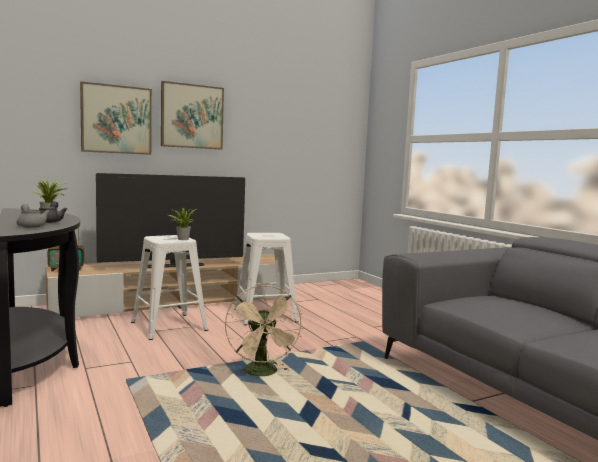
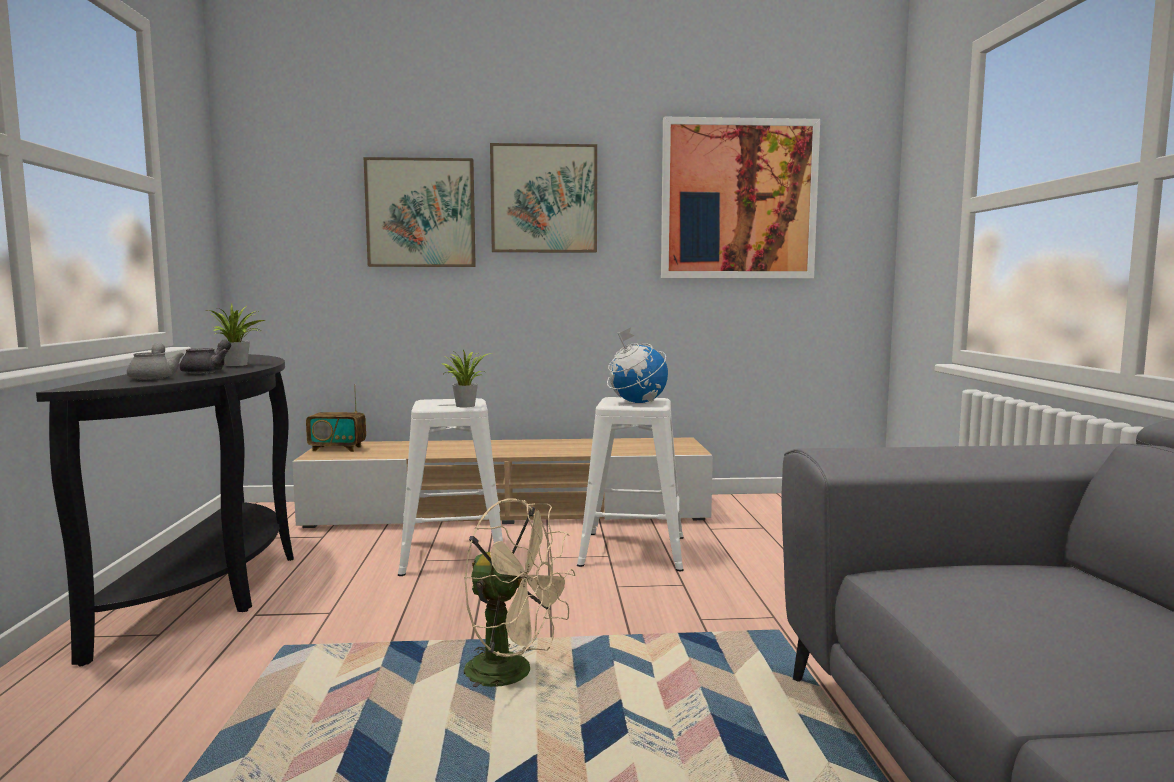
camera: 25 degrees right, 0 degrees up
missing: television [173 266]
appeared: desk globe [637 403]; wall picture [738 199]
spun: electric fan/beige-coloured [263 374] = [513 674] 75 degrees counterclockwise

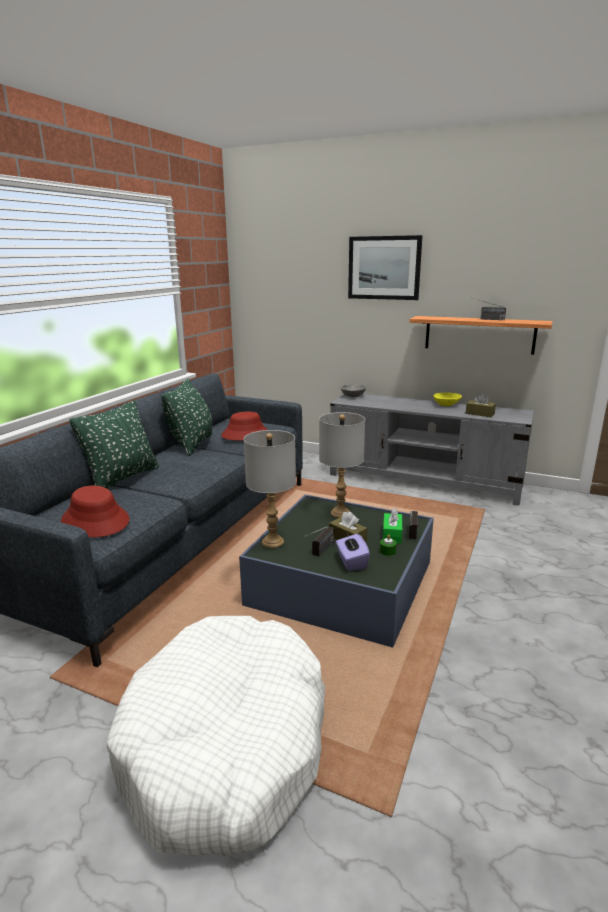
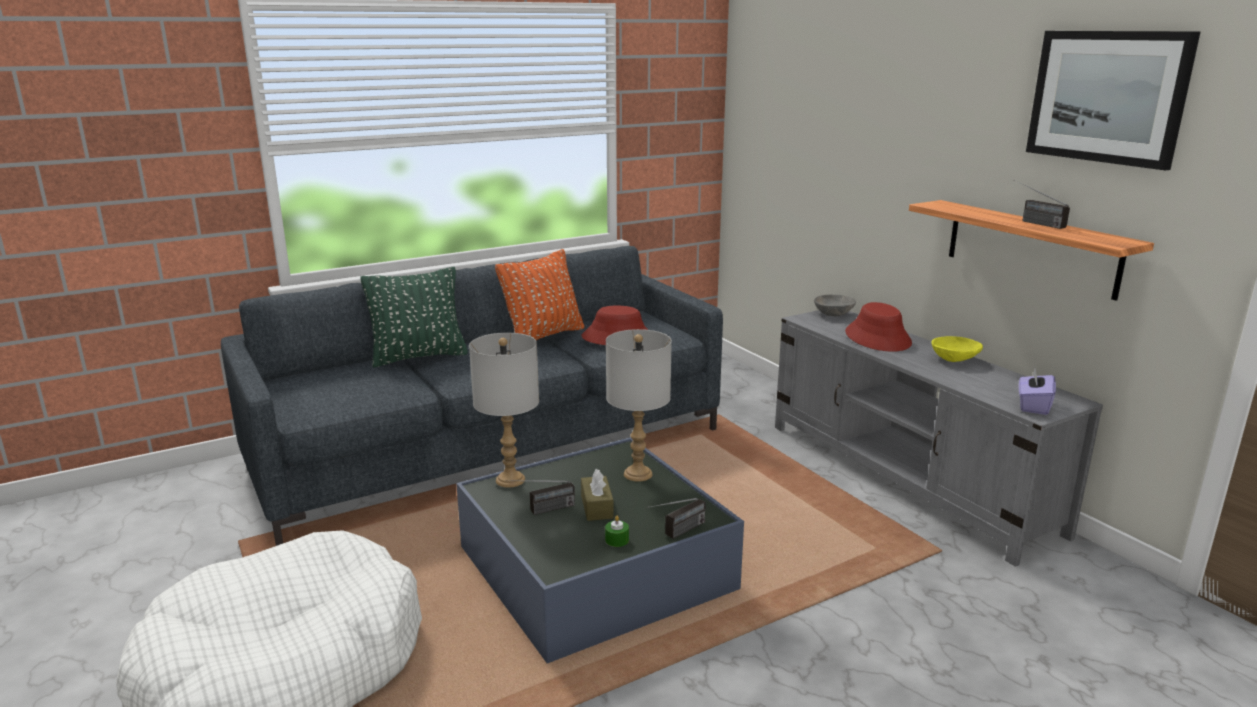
camera: 35 degrees right, 0 degrees up
missing: tissue holder/green [392 534]; tissue holder/brown-coloured [480 414]
relocated: clothing hat/red-coloured [96 521] to [878 338]; tissue holder/purplish [351 562] to [1033 406]; wall picture [384 268] to [1107 97]
colour: throw pillow/green [192 444] to throw pillow/orange-coloured [543 336]

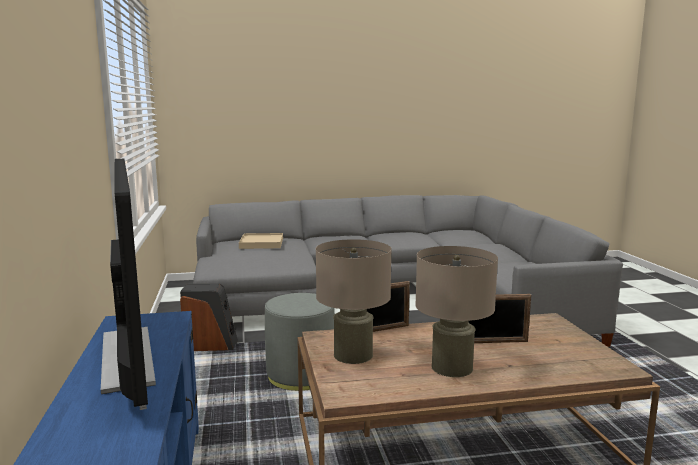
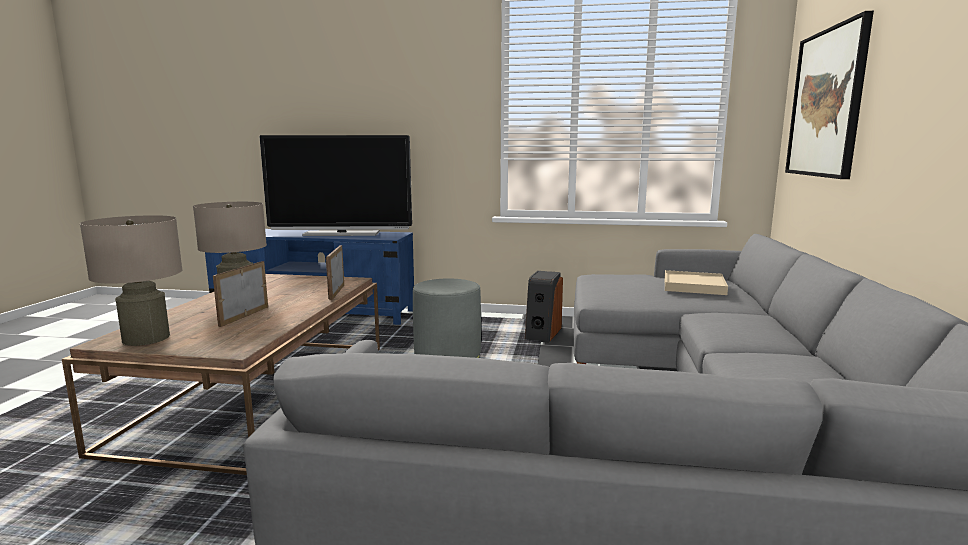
camera: 110 degrees right, 0 degrees up
appeared: wall picture [826 103]
relocated: tabletop lamp/beige-coloured [353 355] to [146 338]

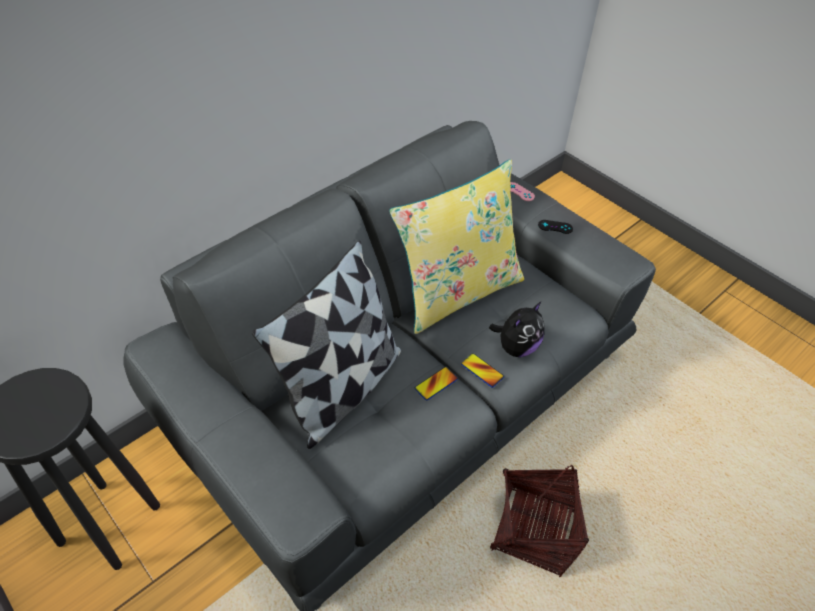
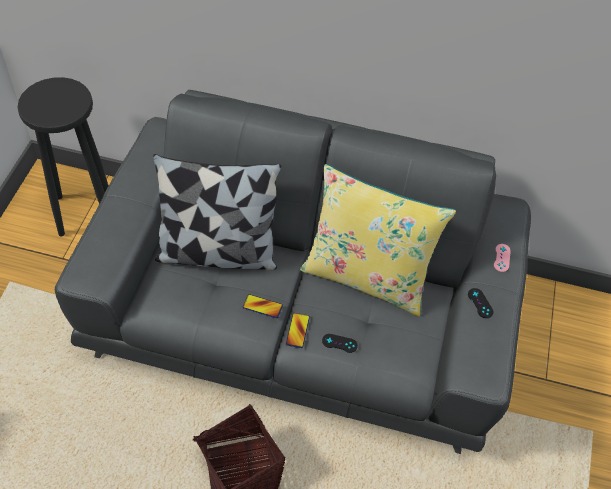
camera: 55 degrees right, 5 degrees up
exchanged: soft toy [516 347] to game controller/black [339 343]

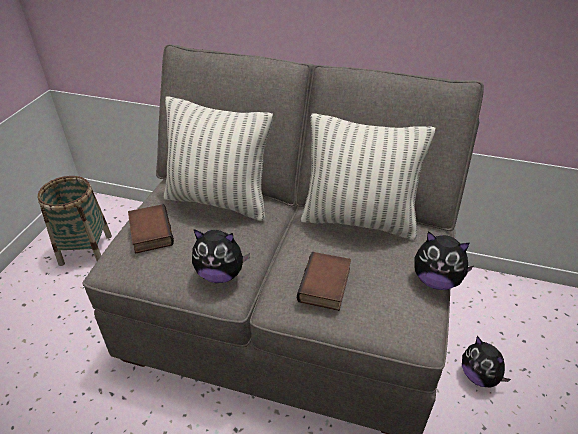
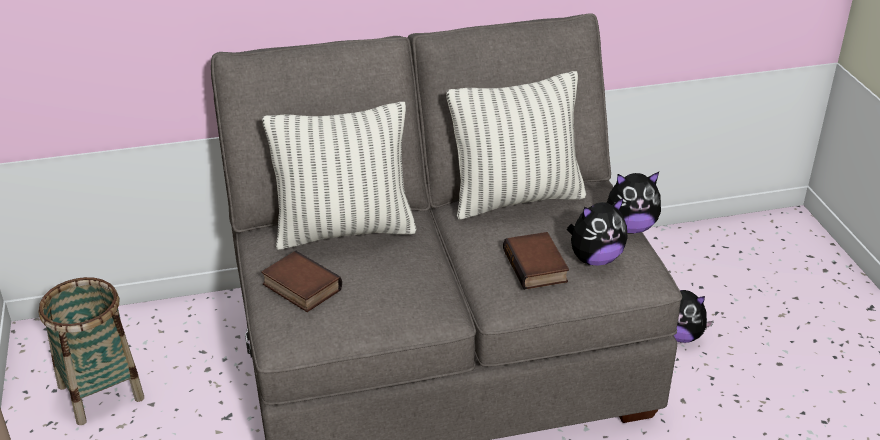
camera: 30 degrees left, 5 degrees down
relocated: soft toy [220 274] to [595 259]

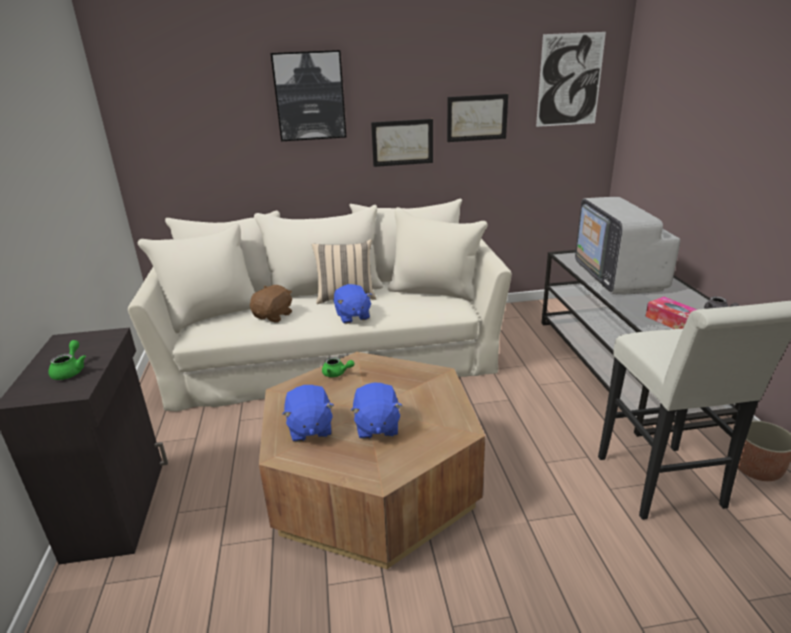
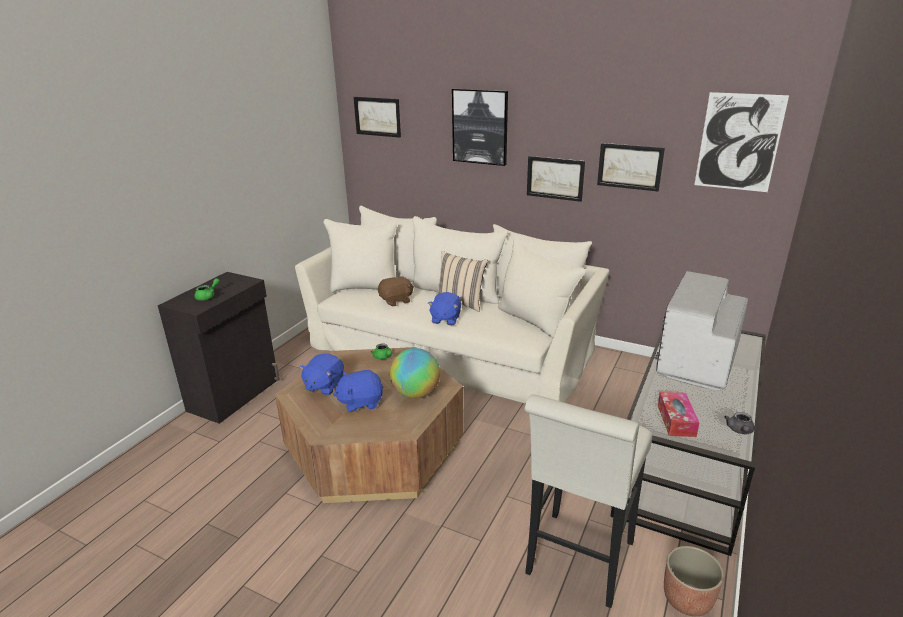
camera: 35 degrees right, 0 degrees up
appeared: wall picture [377 116]; desk globe [416 393]
spun: soft toy/blue-coloured [376 426] = [360 402] 45 degrees clockwise

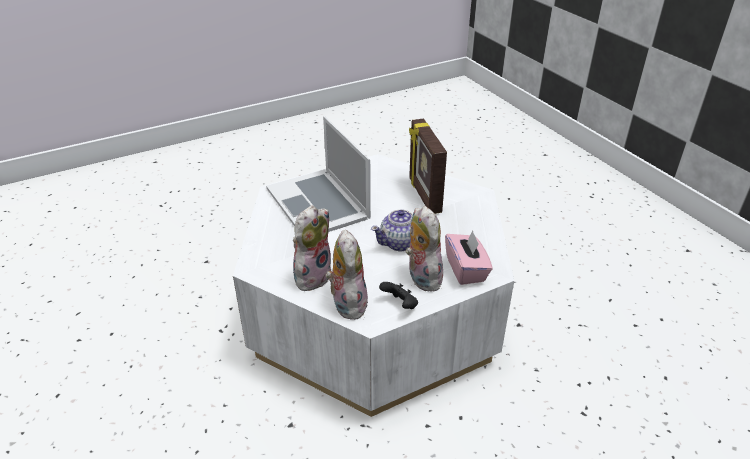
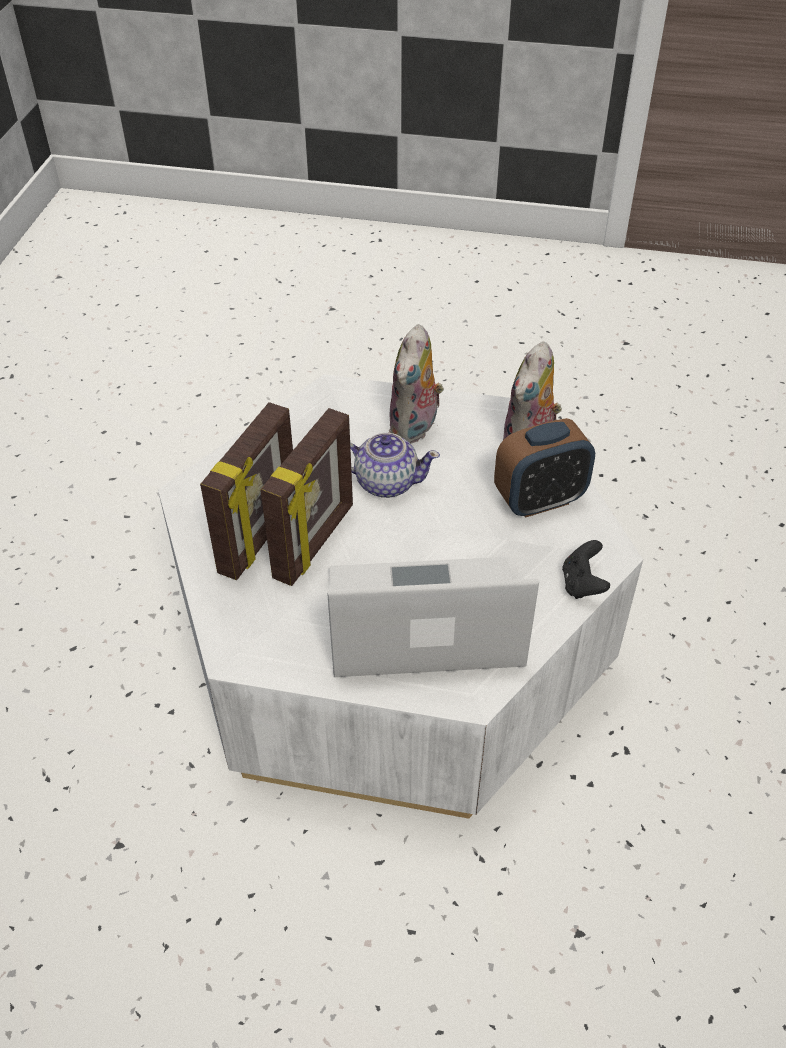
camera: 140 degrees left, 10 degrees up
missing: tissue holder/pinkish [466 270]
appeared: standing frame [316 542]
relocated: game controller/black [400 305] to [582 584]
exchanged: soft toy [312 276] to table clock [539 500]
spun: notebook computer [318 203] = [424 619] 105 degrees counterclockwise

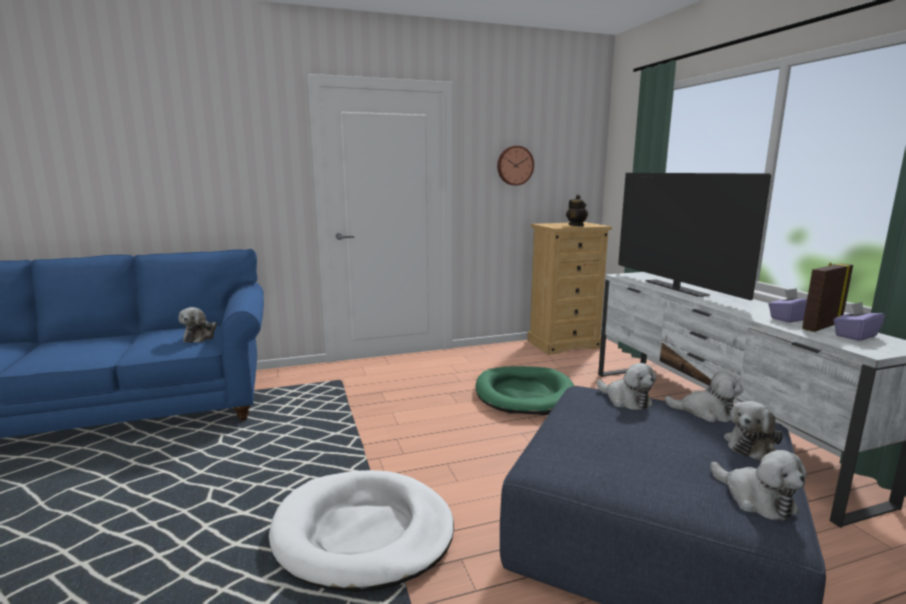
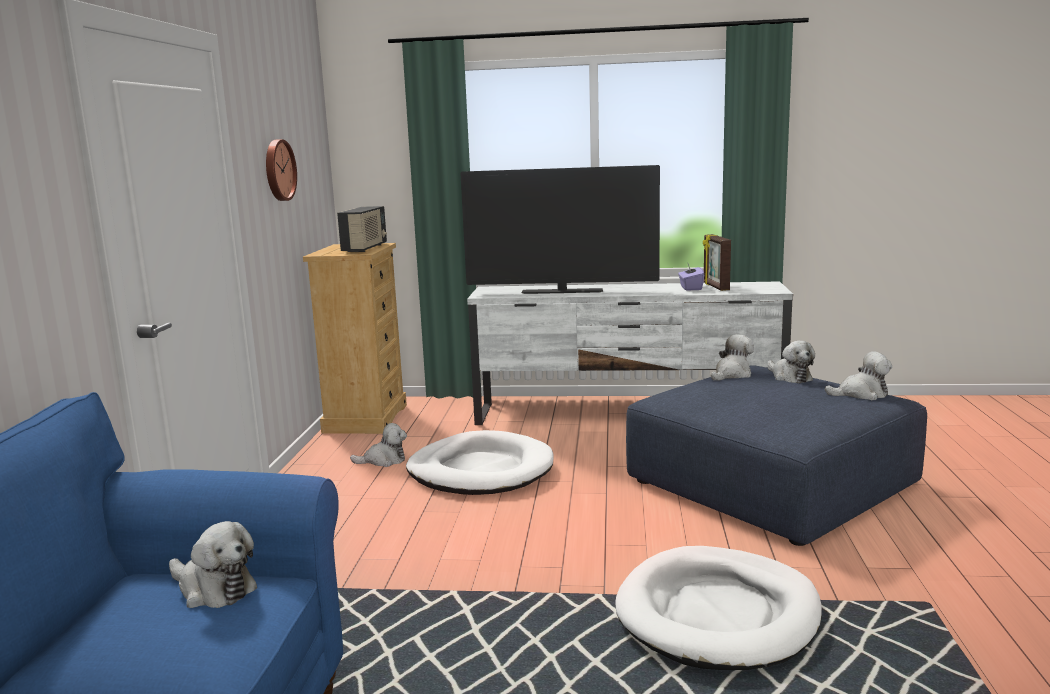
camera: 65 degrees left, 0 degrees up
missing: tissue holder/purplish [855 336]
relocated: soft toy [625 400] to [383 460]
exchanged: tea pot [576 225] to radio set [365 248]
colour: dog bed/green [524 394] to dog bed/white [480 470]

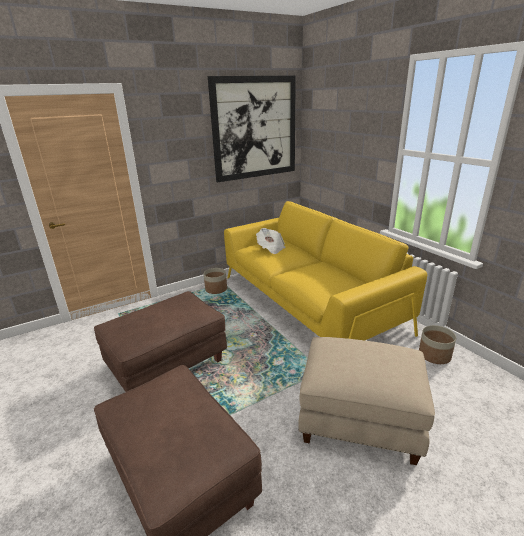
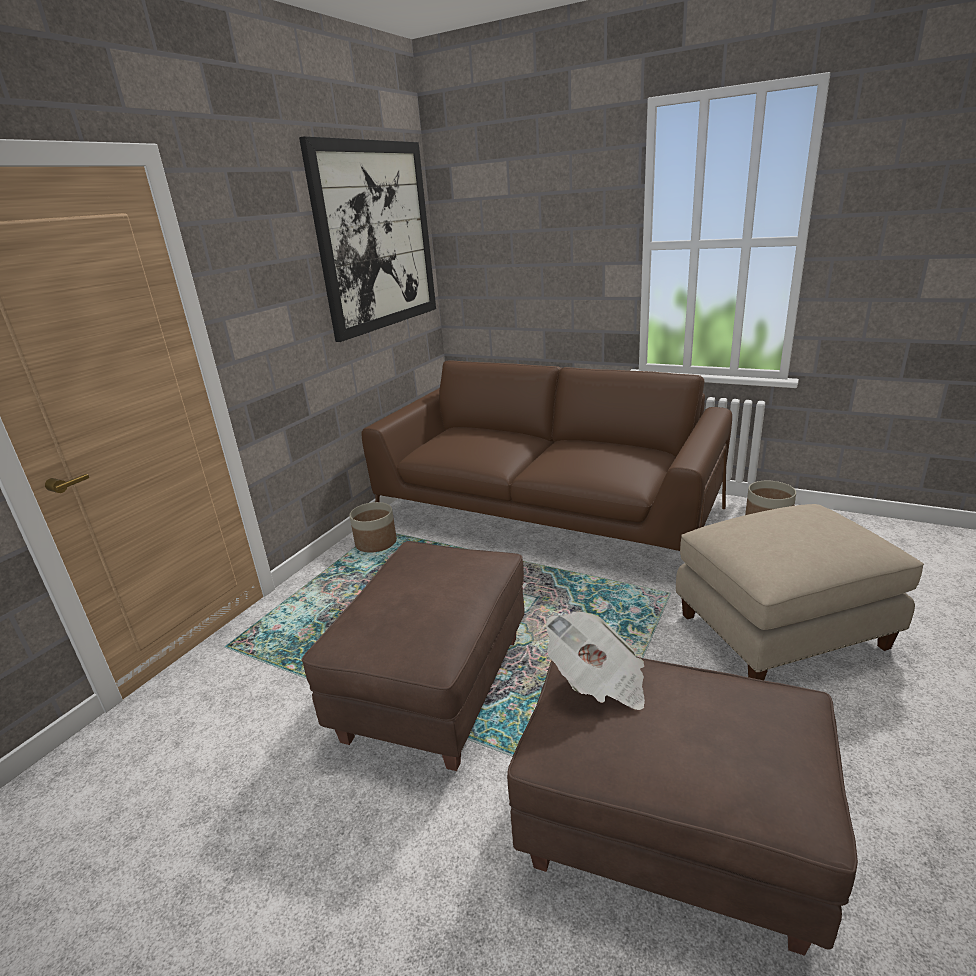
camera: 30 degrees left, 0 degrees up
relocated: printed paper [271 248] to [598 681]
colour: couch/yellow [308 302] to couch/brown-coloured [545 514]

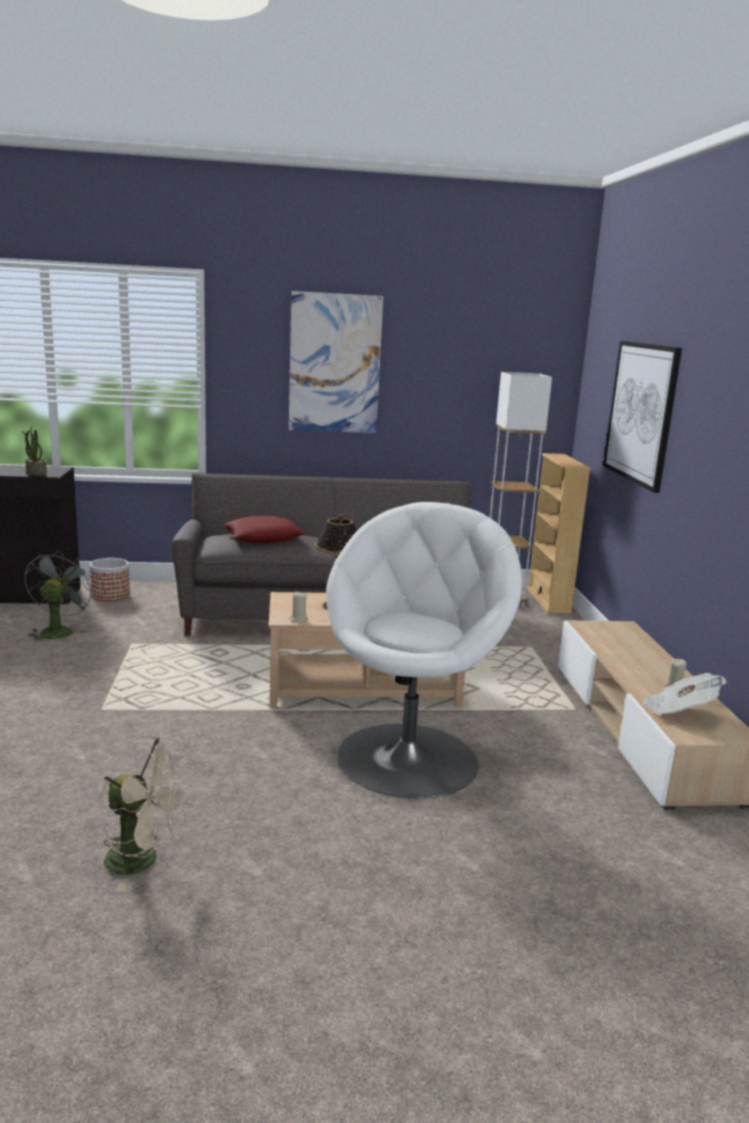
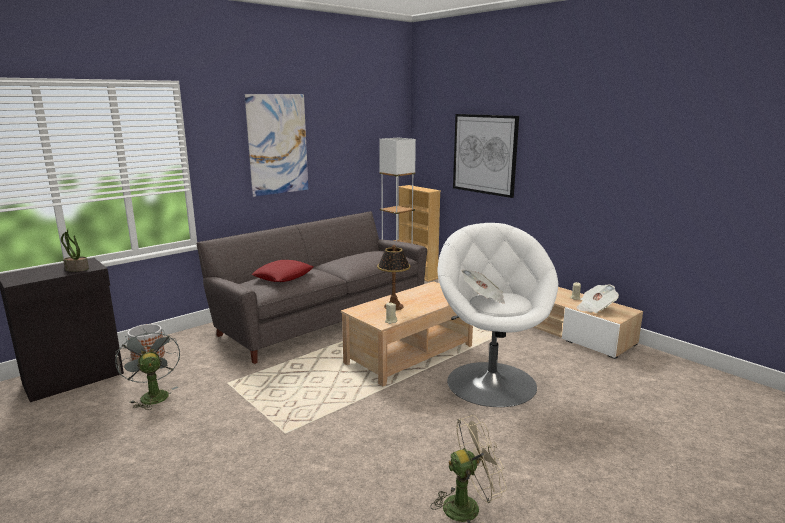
camera: 35 degrees left, 0 degrees up
appeared: printed paper [483 298]

